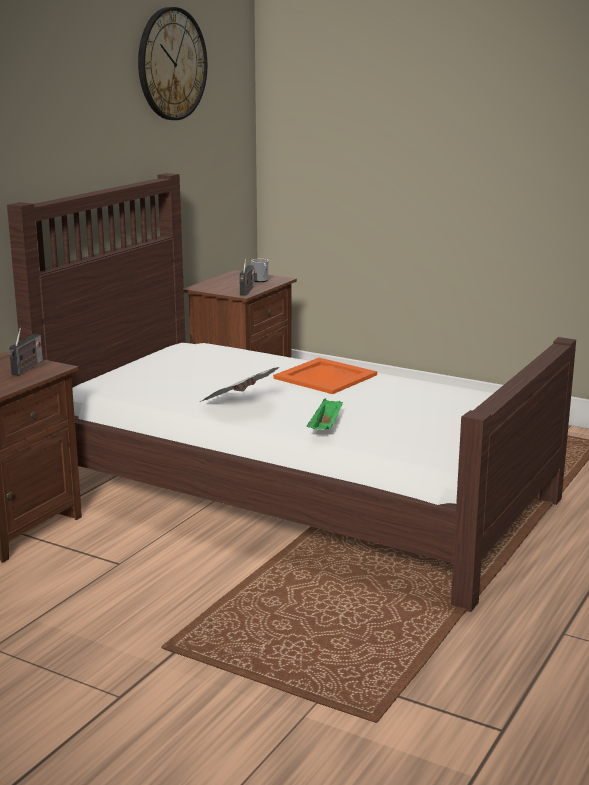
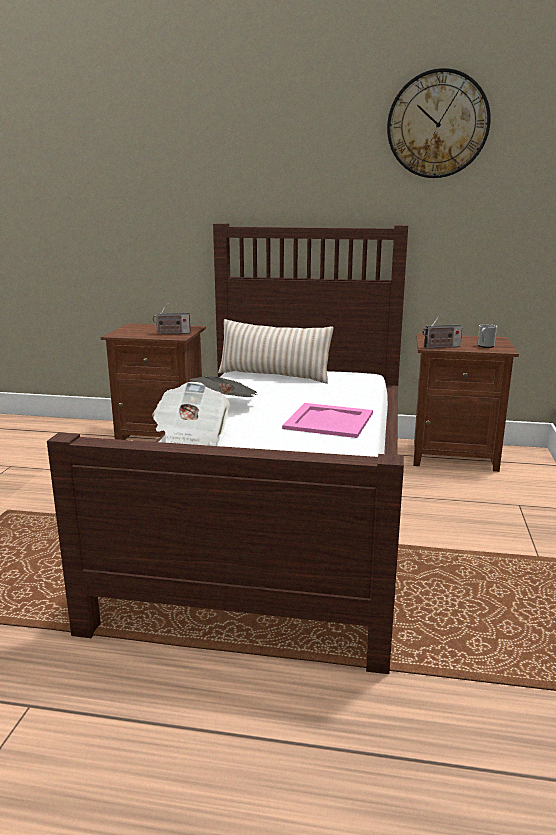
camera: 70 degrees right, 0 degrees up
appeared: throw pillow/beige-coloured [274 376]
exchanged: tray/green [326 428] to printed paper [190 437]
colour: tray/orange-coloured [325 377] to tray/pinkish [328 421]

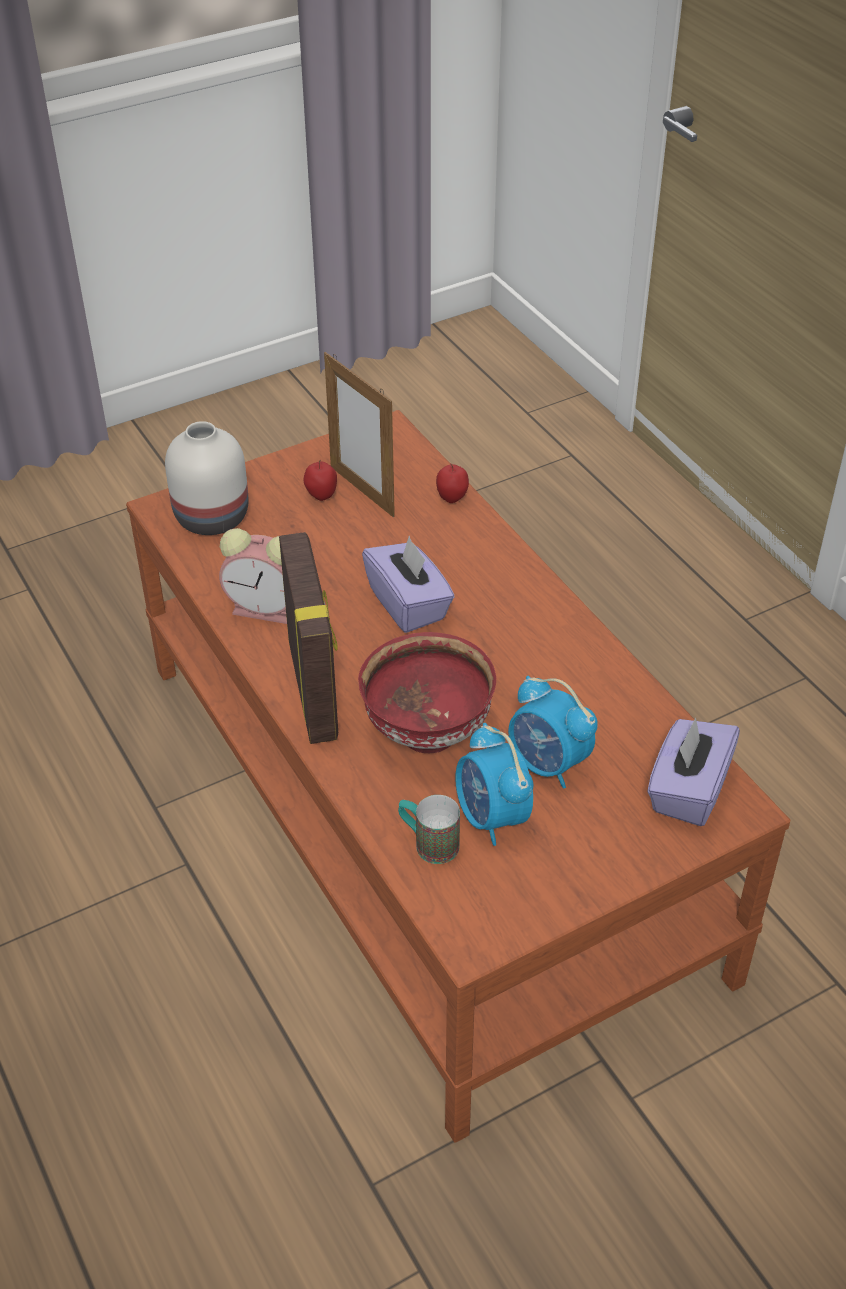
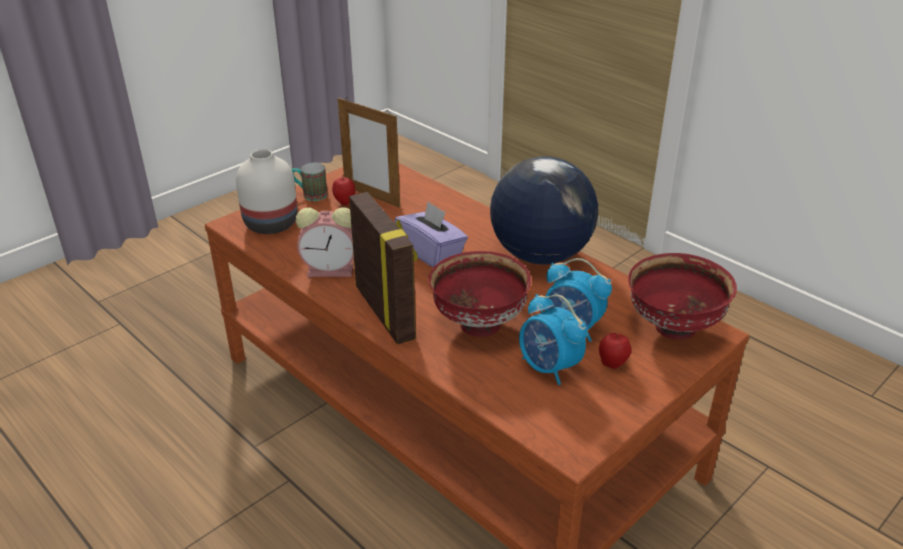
camera: 15 degrees left, 10 degrees down
appeared: desk globe [539 255]
relocated: mug [428 843] to [310 195]; apple fruit [452 499] to [612 364]
exchanged: tissue holder/purplish [687 790] to serving bowl/red-coloured [673 328]

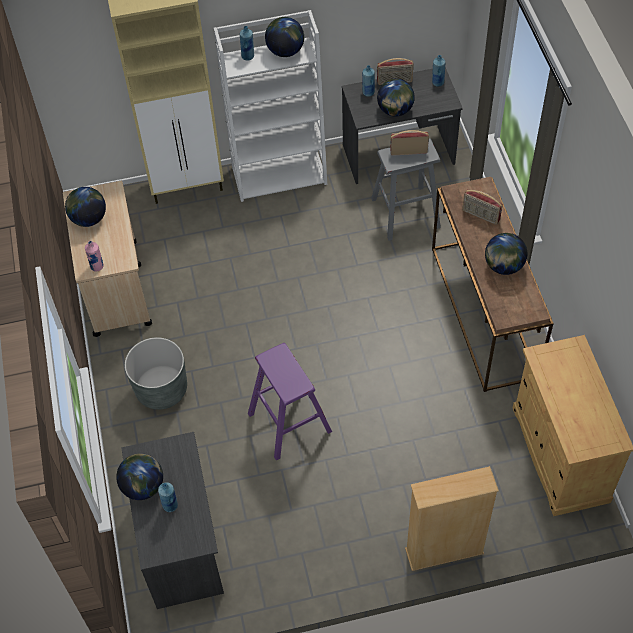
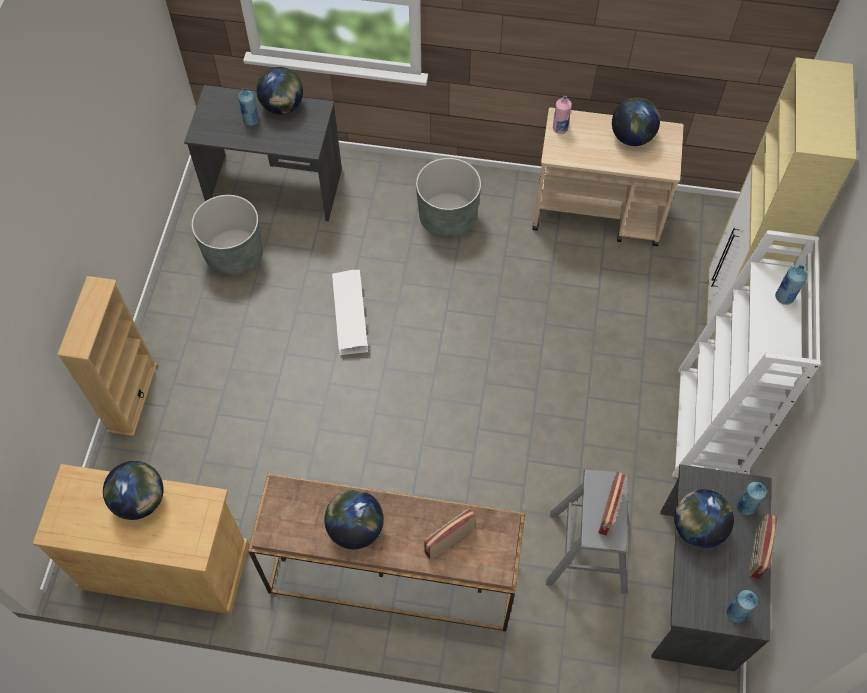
camera: 110 degrees right, 5 degrees up
appeared: flower pot/greyish [234 255]
relocated: desk globe [285 51] to [140 500]
exchanged: stool seat/purplish [289 422] to storage bin/white [350 315]

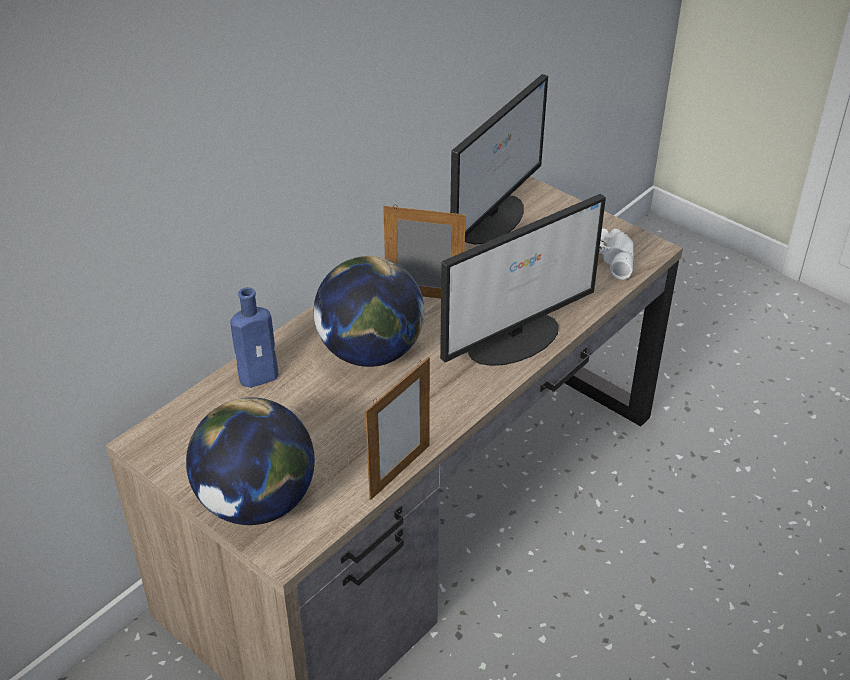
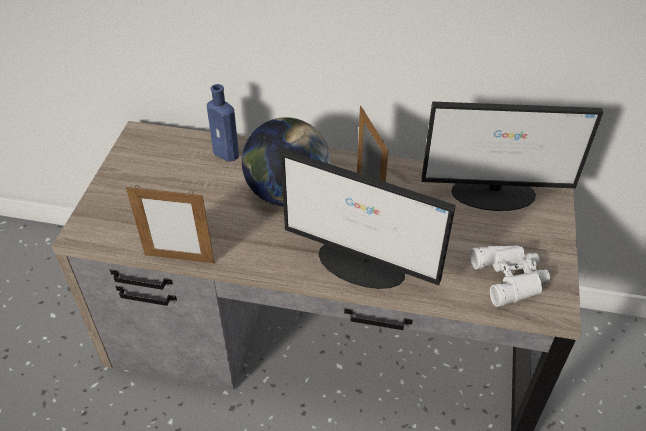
camera: 60 degrees right, 5 degrees up
missing: desk globe [257 502]

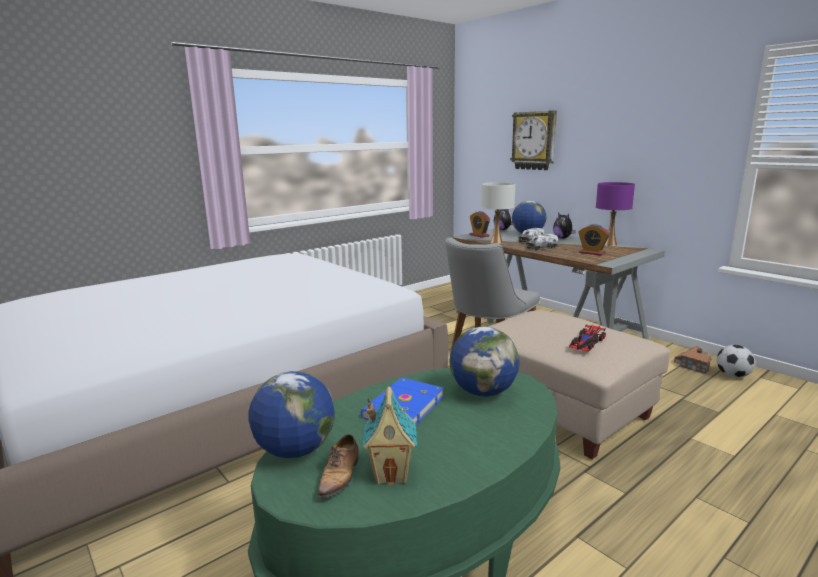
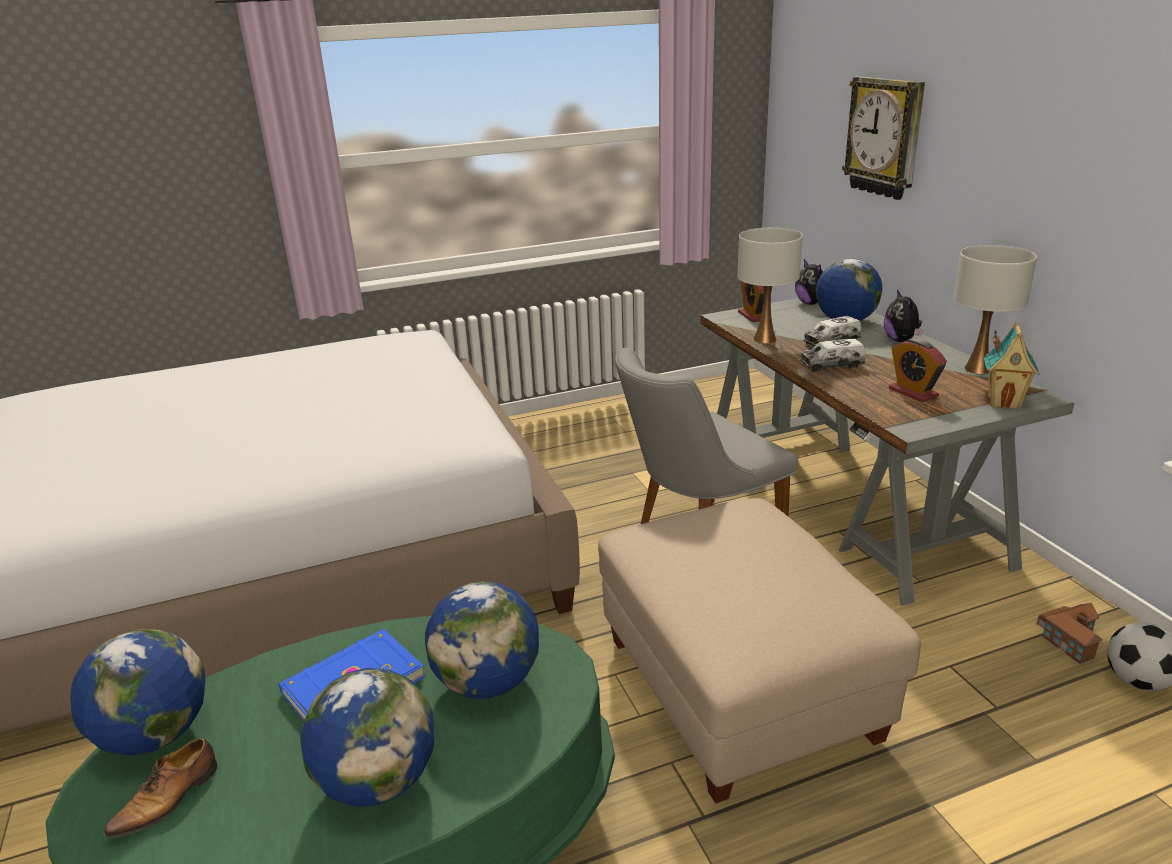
camera: 20 degrees right, 10 degrees up
missing: toy car [587 342]
appeared: desk globe [378 781]
relocated: model house [391 473] to [1004 402]
colour: tabletop lamp/purplish [610 244] to tabletop lamp/white [977 369]

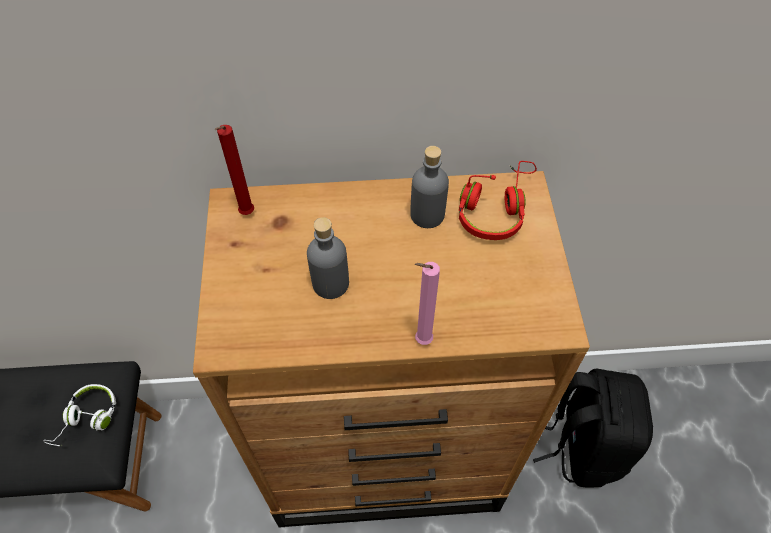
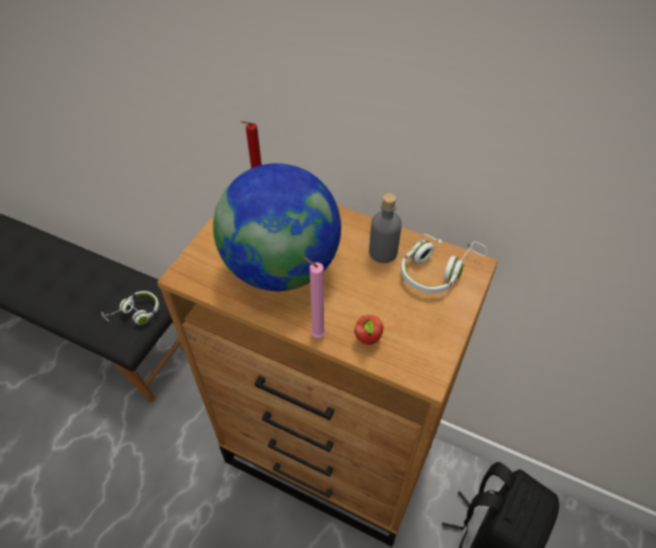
camera: 30 degrees right, 5 degrees down
appeared: apple fruit [368 340]
exchanged: beverage bottle/greyish [330 283] to desk globe [281 267]
colour: pair of headphones/red-coloured [495 209] to pair of headphones/white [437 270]

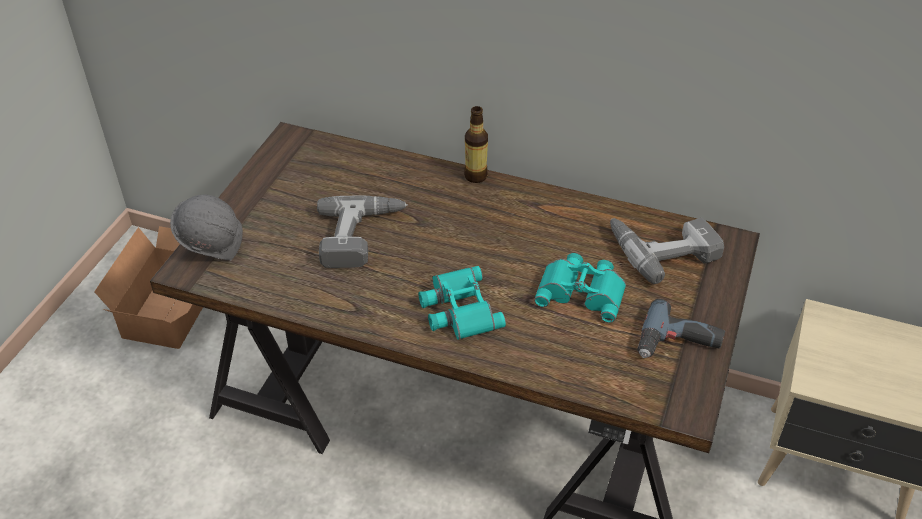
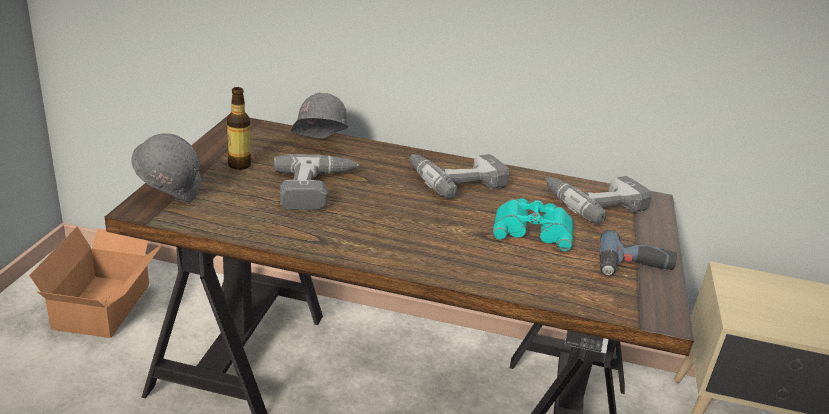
camera: 10 degrees left, 15 degrees down
missing: pair of binoculars/turquoise [458 309]
appeared: safety helmet/greyish [318 147]; electric drill [456 179]
relocated: beverage bottle [475 176] to [239 165]

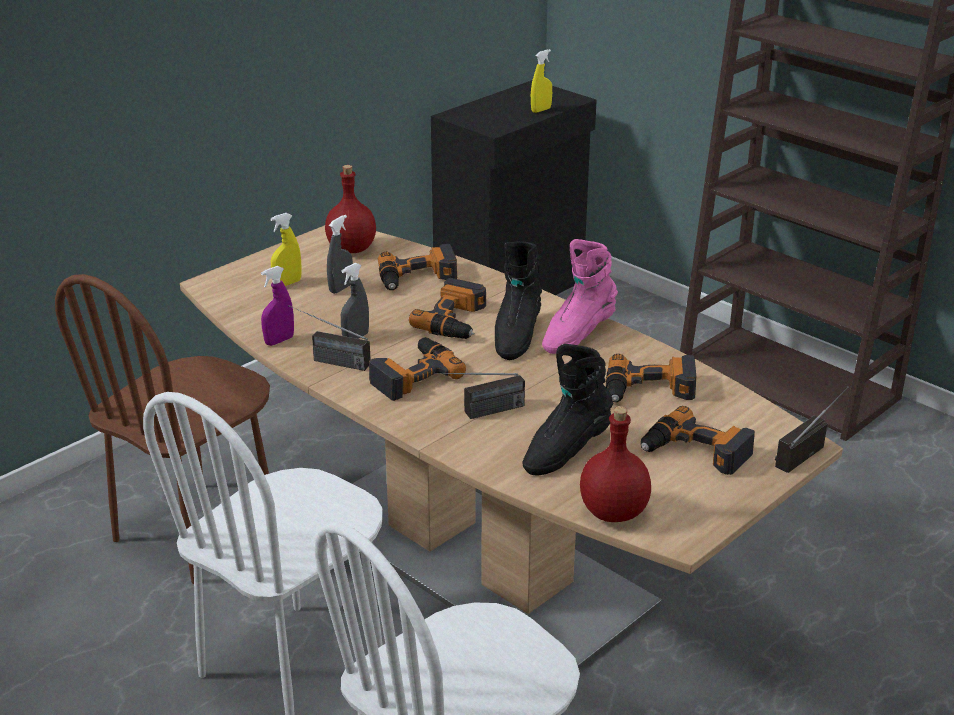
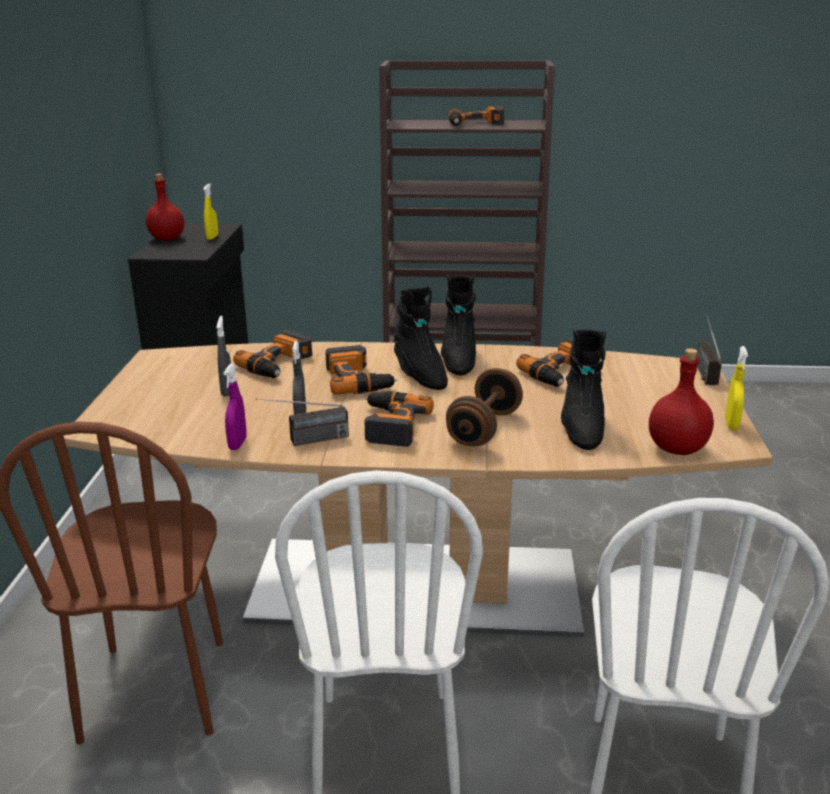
camera: 40 degrees left, 5 degrees down
relocated: spray bottle/yellow [287 283] to [731 424]; beverage bottle/red-coloured [352 248] to [167 238]; electric drill [695 452] to [475 124]
exchanged: radio set [480 413] to dumbbell/brown-coloured [484 428]
colour: tall boot/pinkish [577 335] to tall boot/black [458 359]

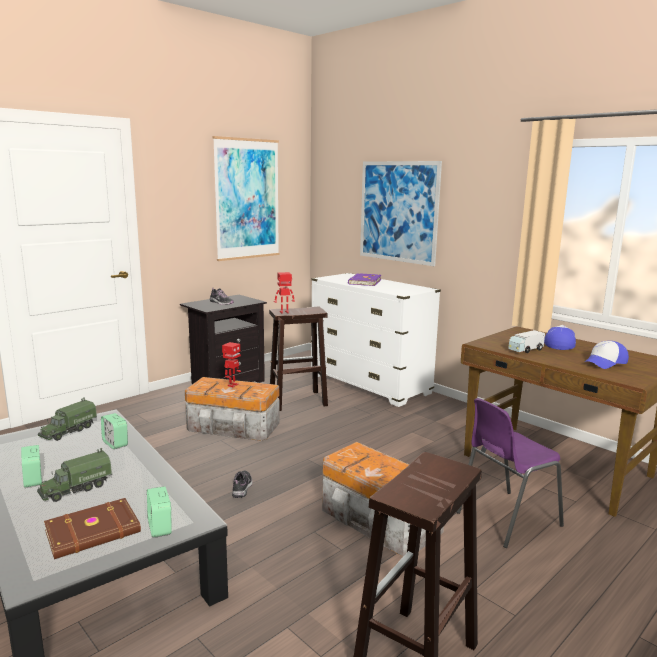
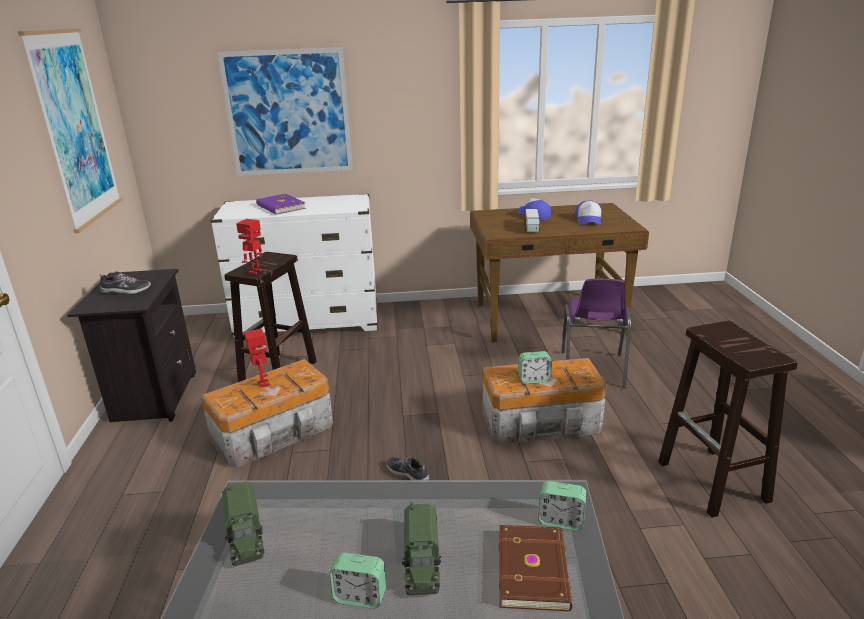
camera: 50 degrees left, 10 degrees up
relocated: table clock [115 443] to [534 379]

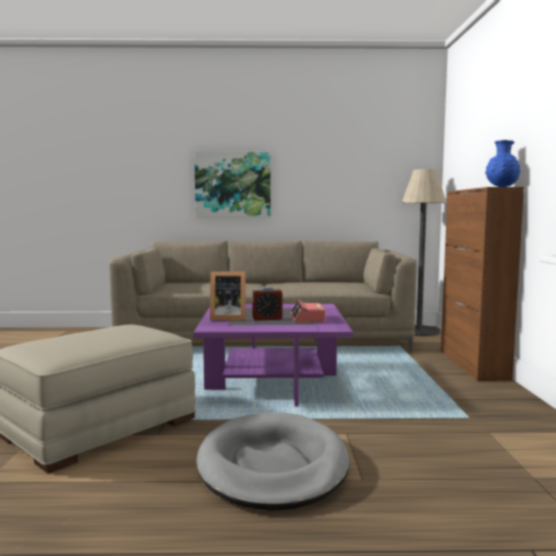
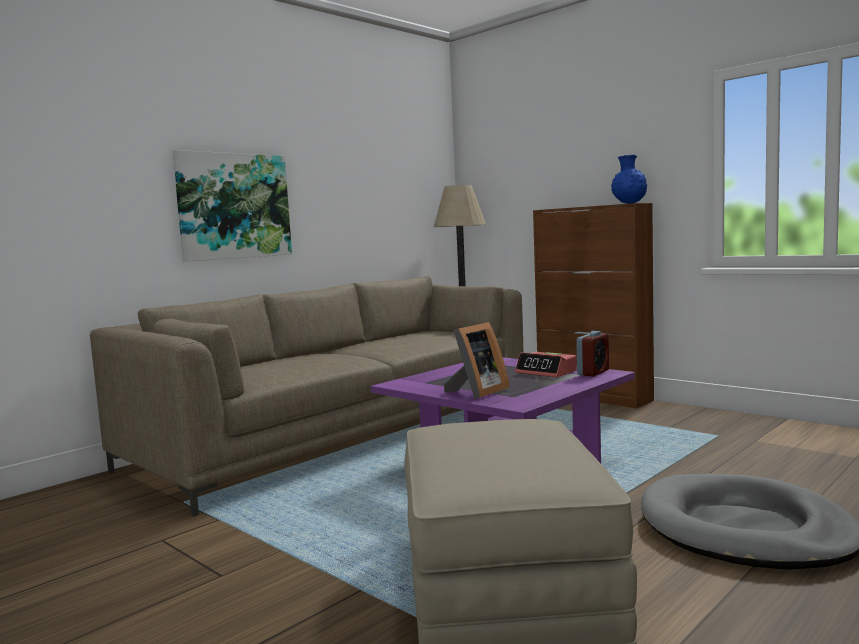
camera: 45 degrees left, 0 degrees up
relocated: table clock [267 318] to [593 372]

